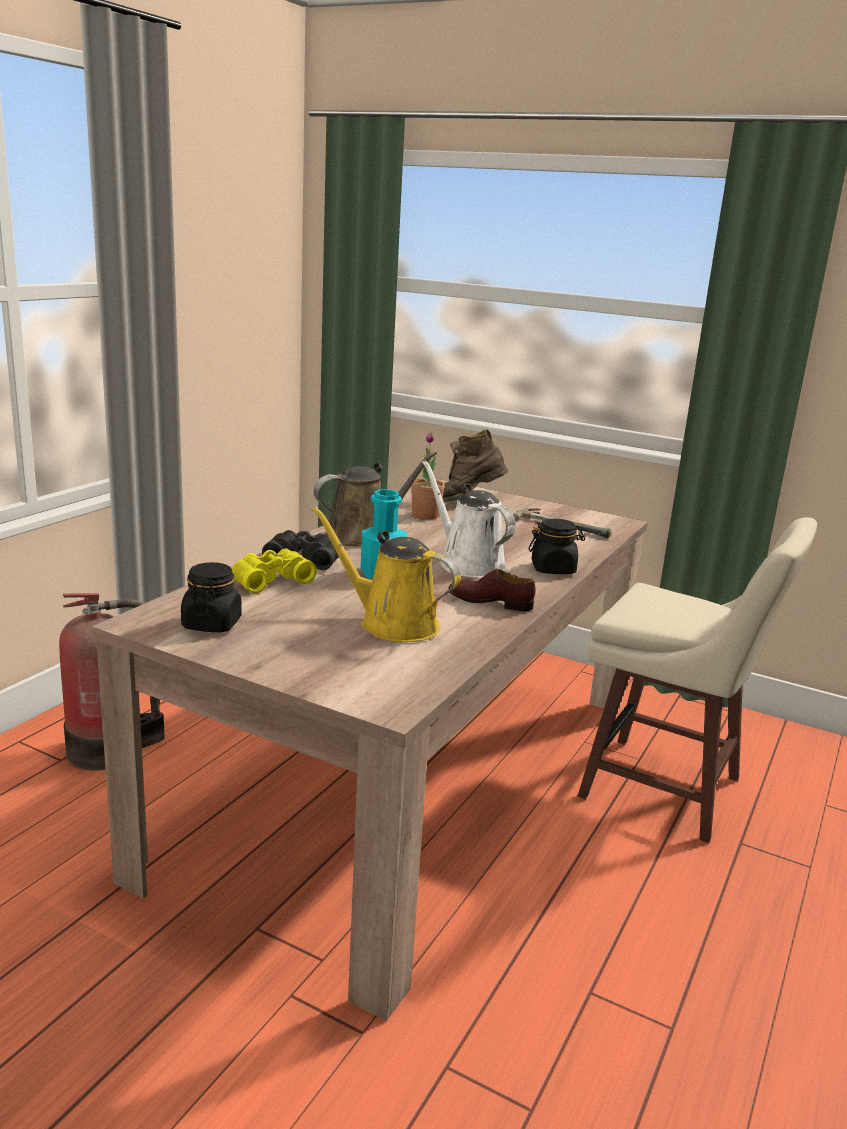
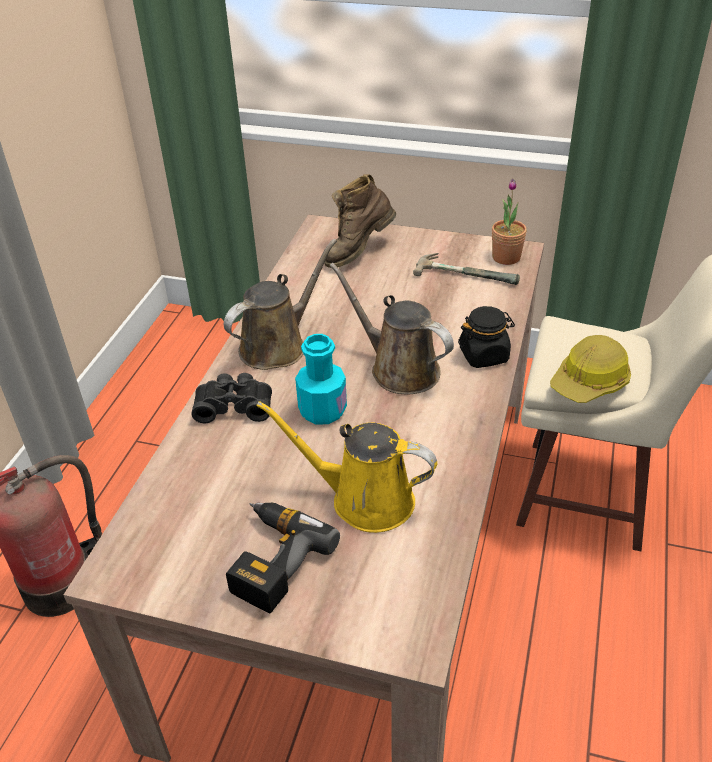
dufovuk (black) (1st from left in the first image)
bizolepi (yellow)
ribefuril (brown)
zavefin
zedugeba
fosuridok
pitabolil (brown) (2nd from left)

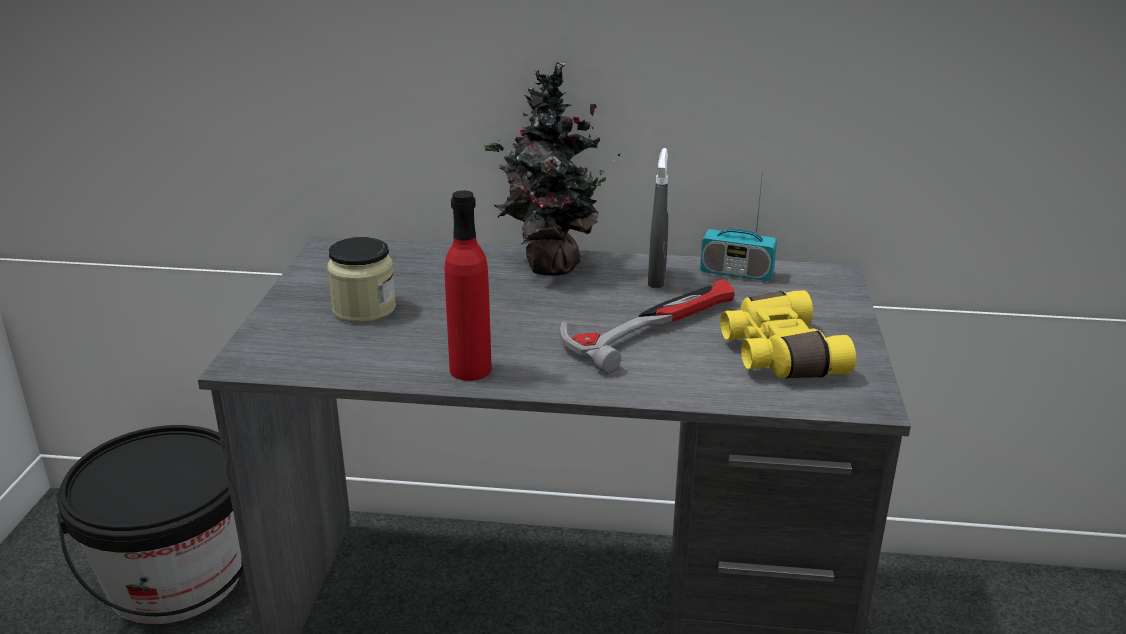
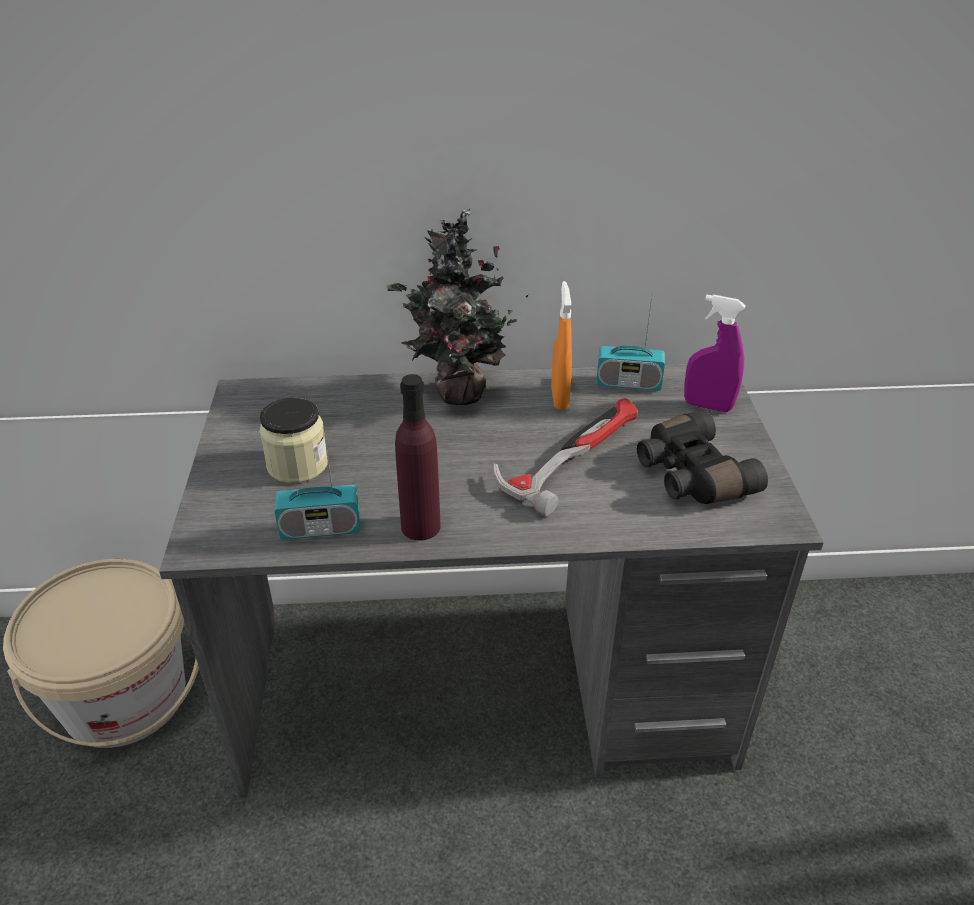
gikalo (1st from left)
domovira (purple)
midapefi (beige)
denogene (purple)
domovira (orange)
bizolepi (black)

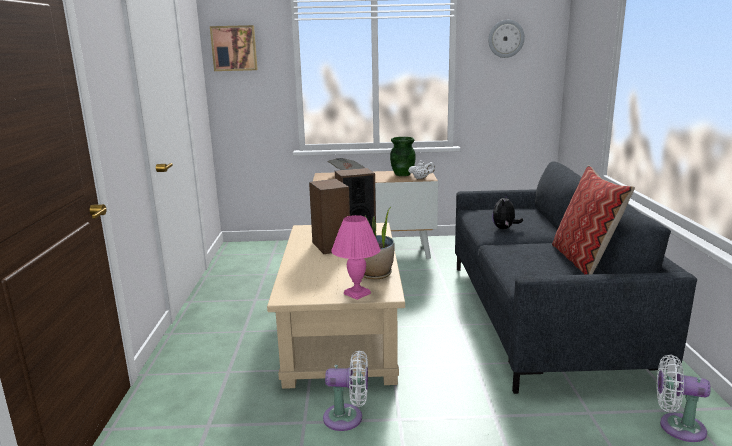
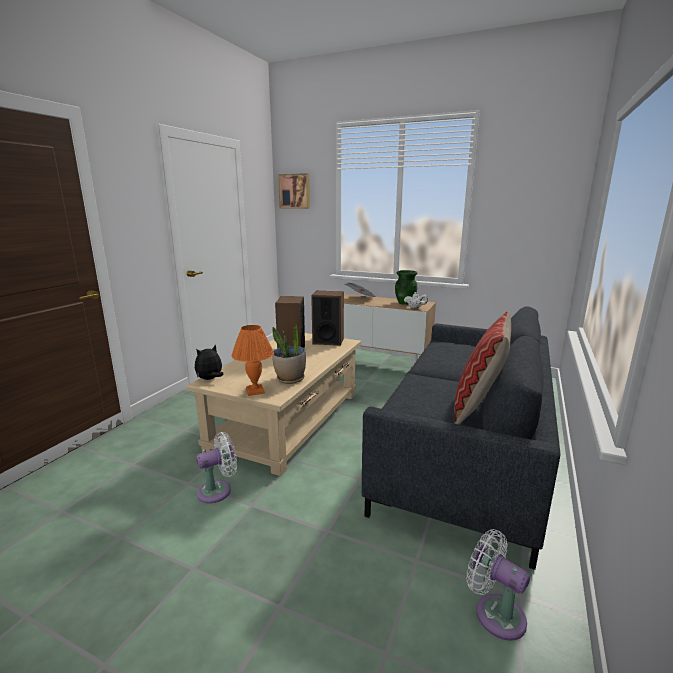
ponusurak
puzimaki
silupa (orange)
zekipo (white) (1st from left)

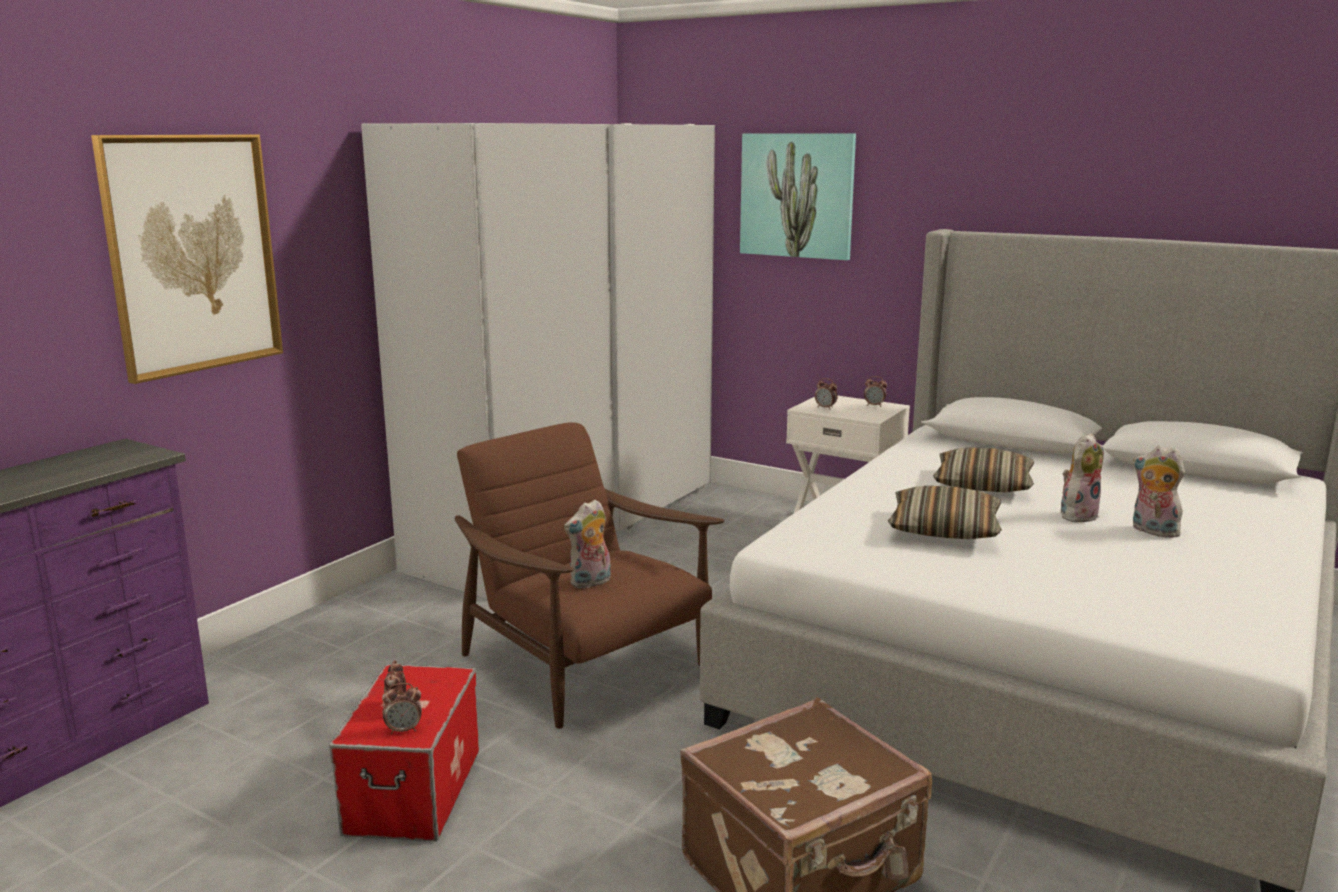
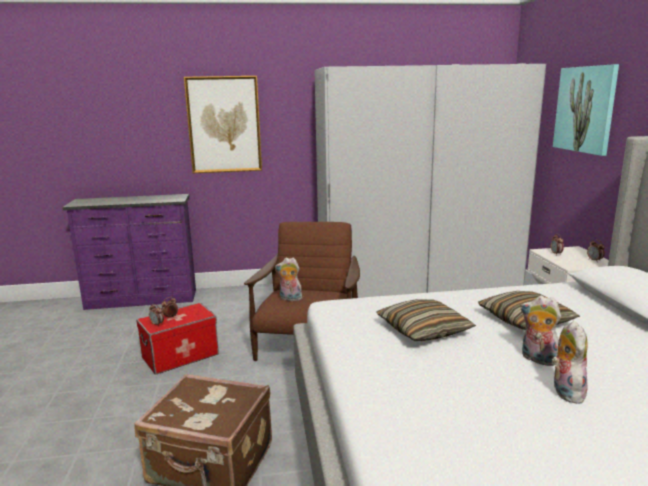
puzimaki (2nd from left)

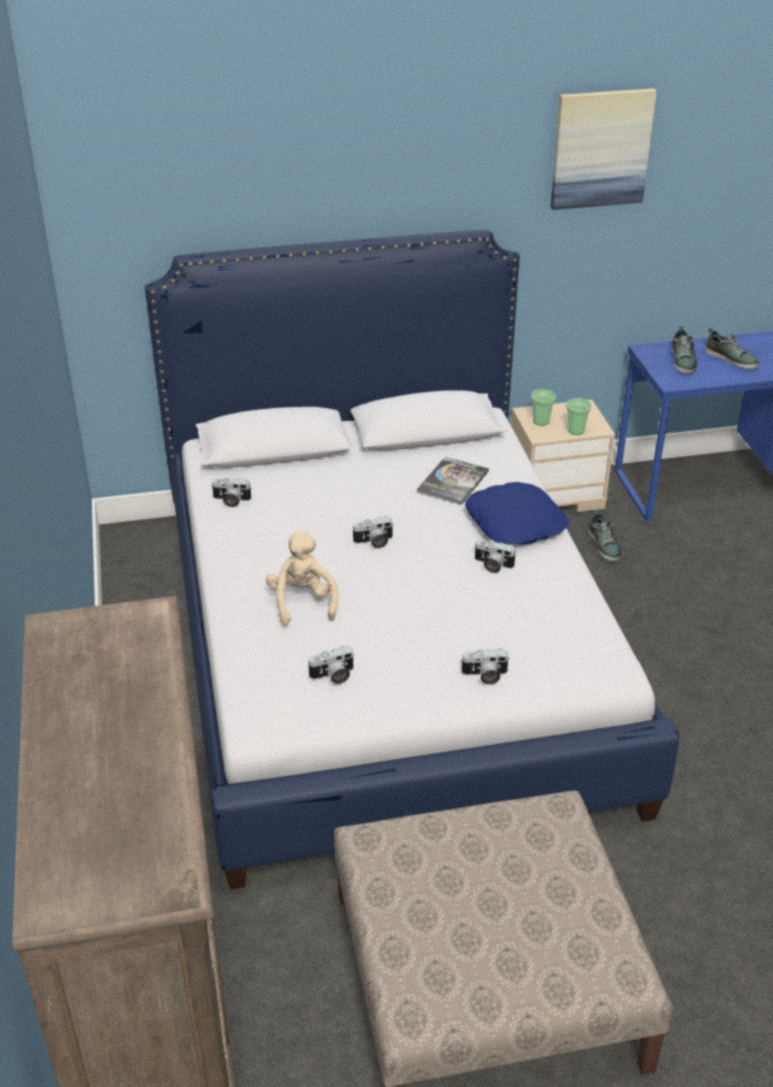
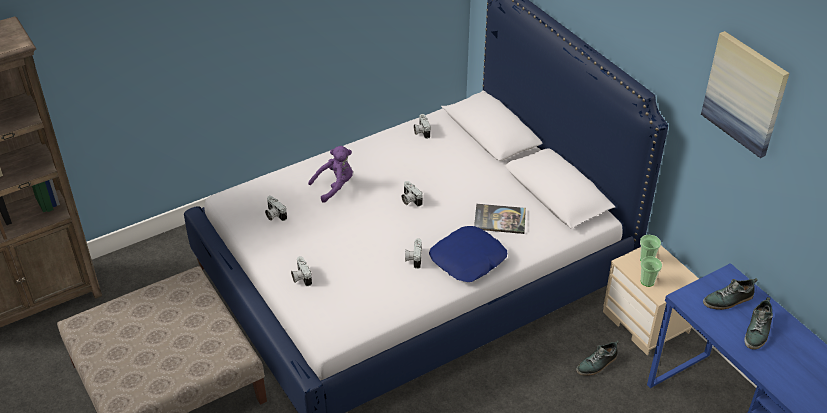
puzimaki (purple)

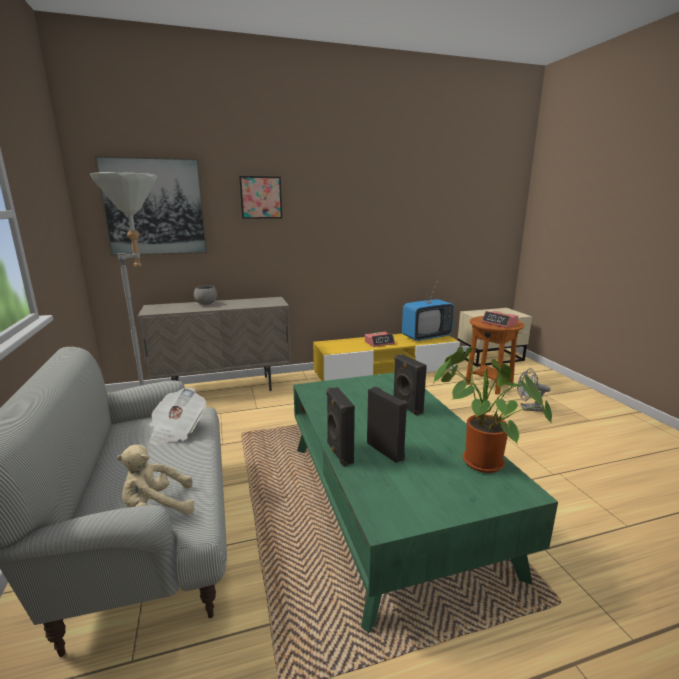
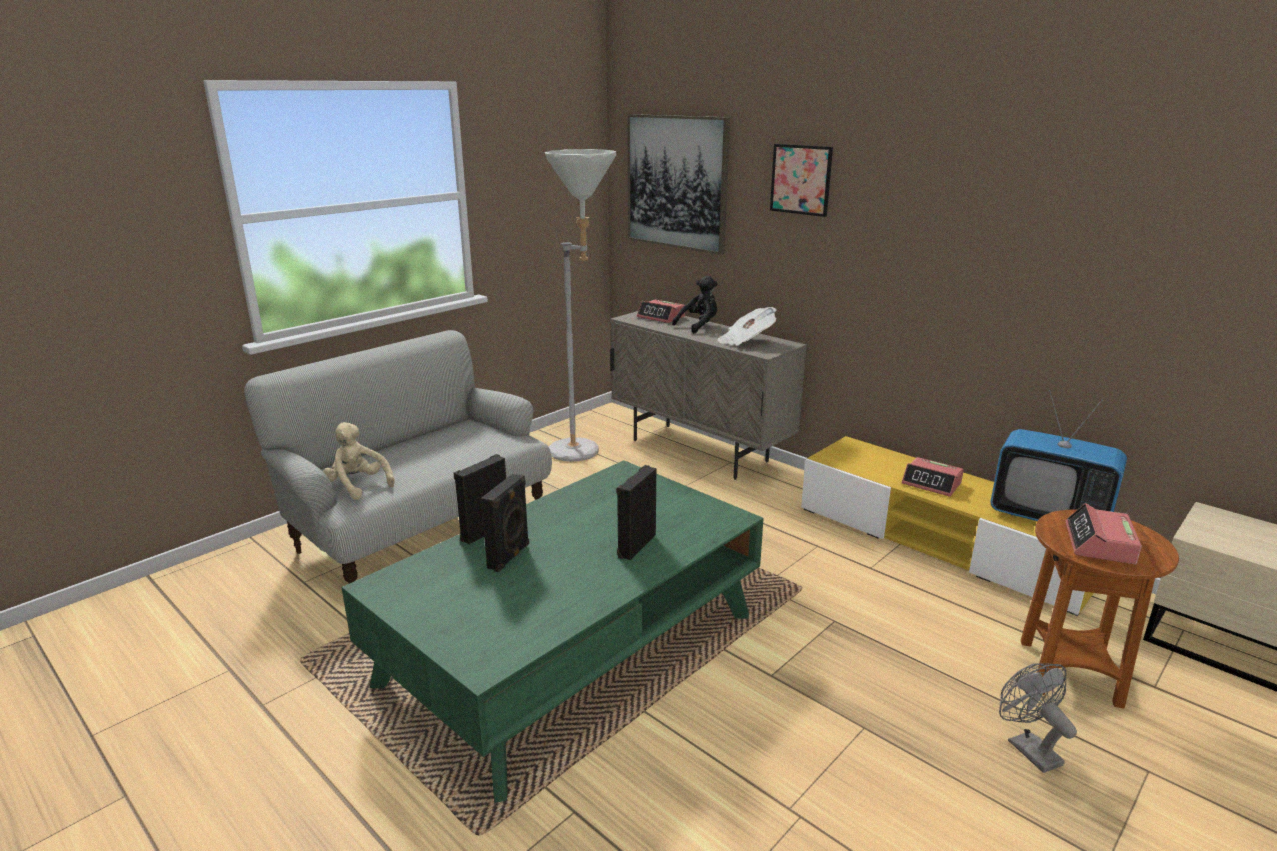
fosuridok
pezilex (1st from left)
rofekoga
puzimaki (black)

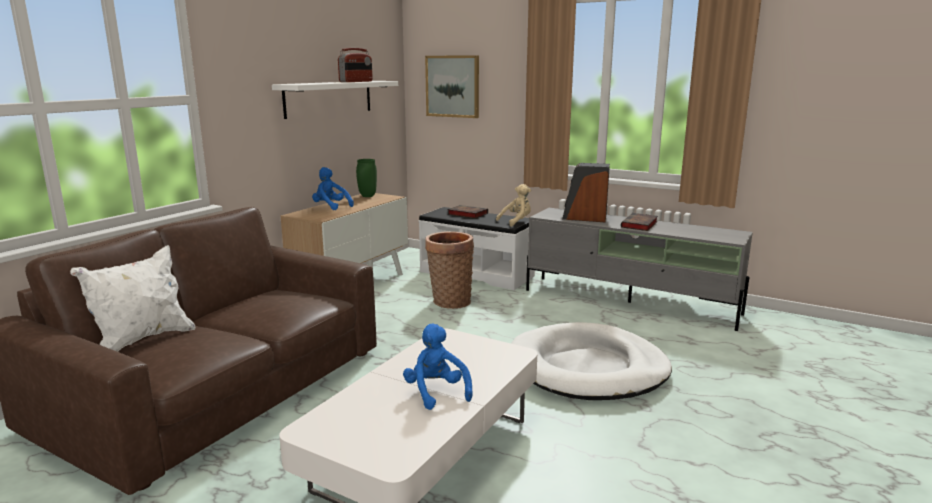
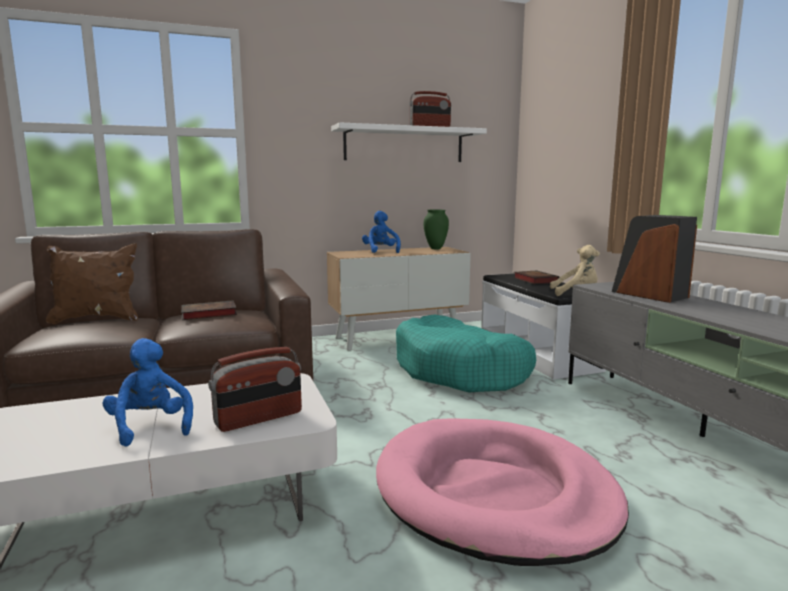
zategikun
gikalo (1st from left)
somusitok (1st from left)
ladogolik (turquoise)
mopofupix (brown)
ladogolik (pink)
puzimaki (blue) (1st from left)

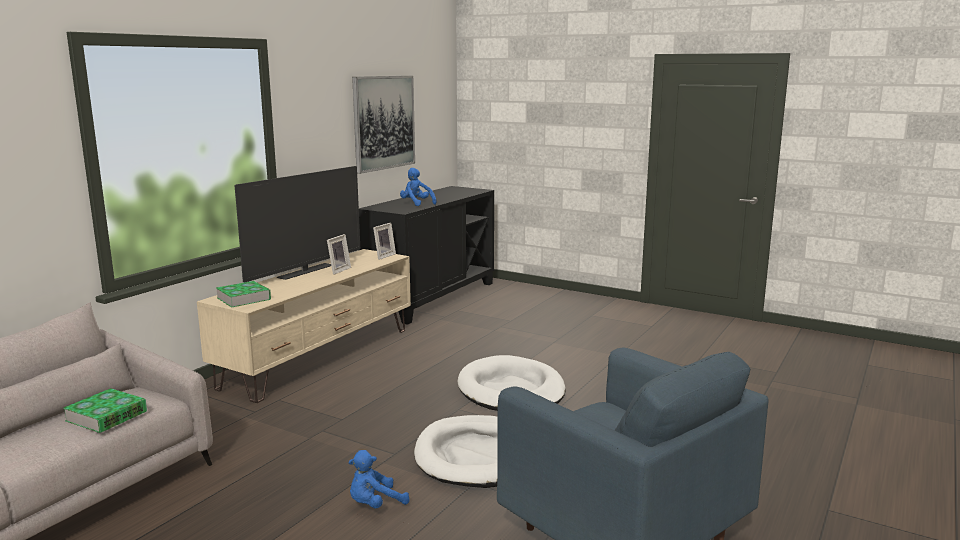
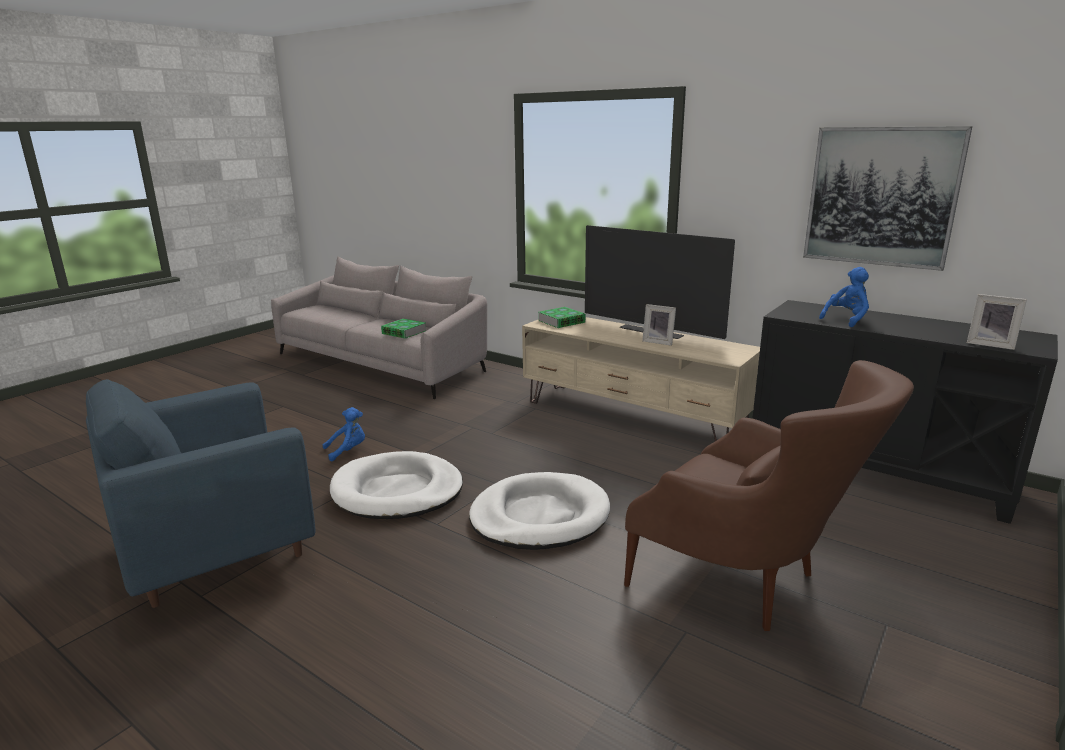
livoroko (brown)
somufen (2nd from left)
puzimaki (blue) (1st from left)

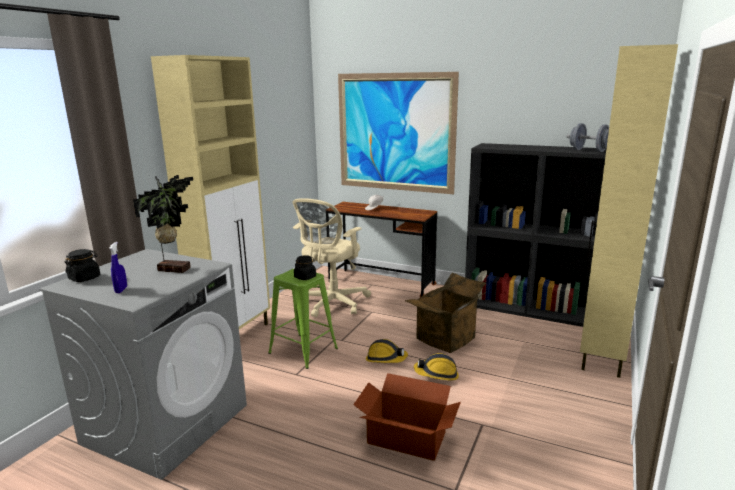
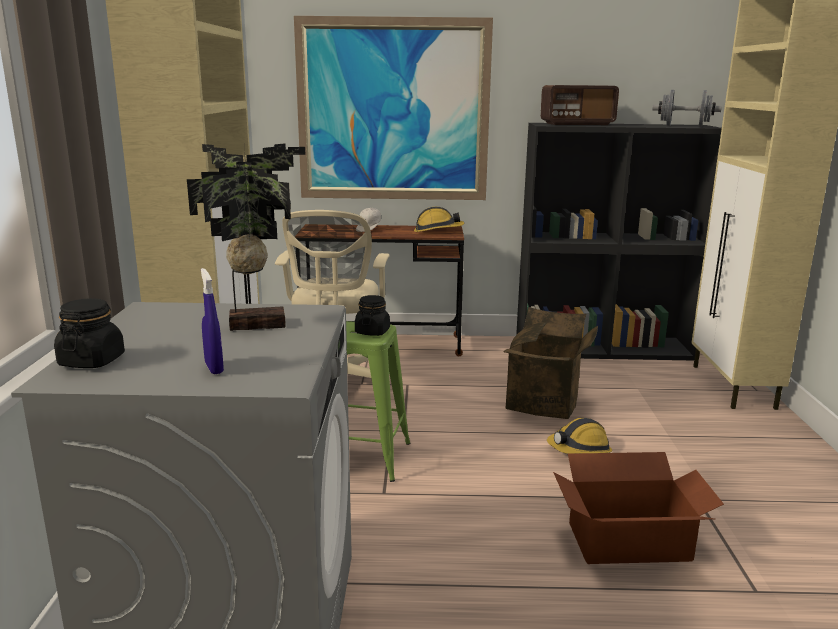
gikalo
zedugeba (1st from left)

